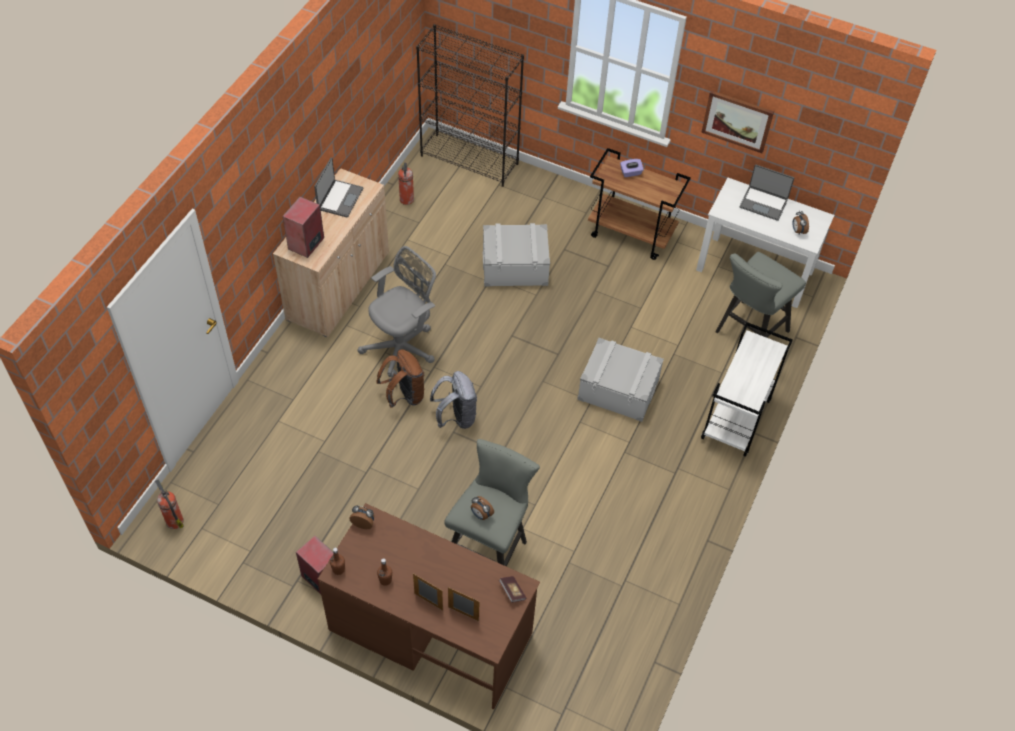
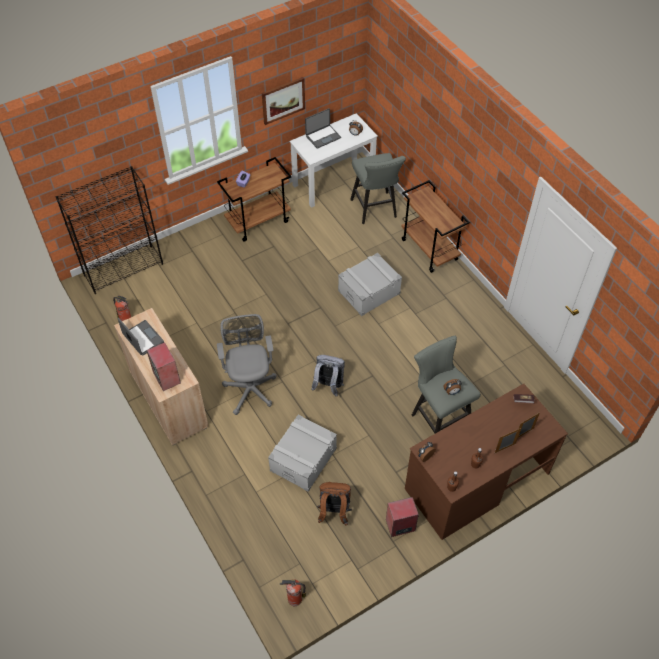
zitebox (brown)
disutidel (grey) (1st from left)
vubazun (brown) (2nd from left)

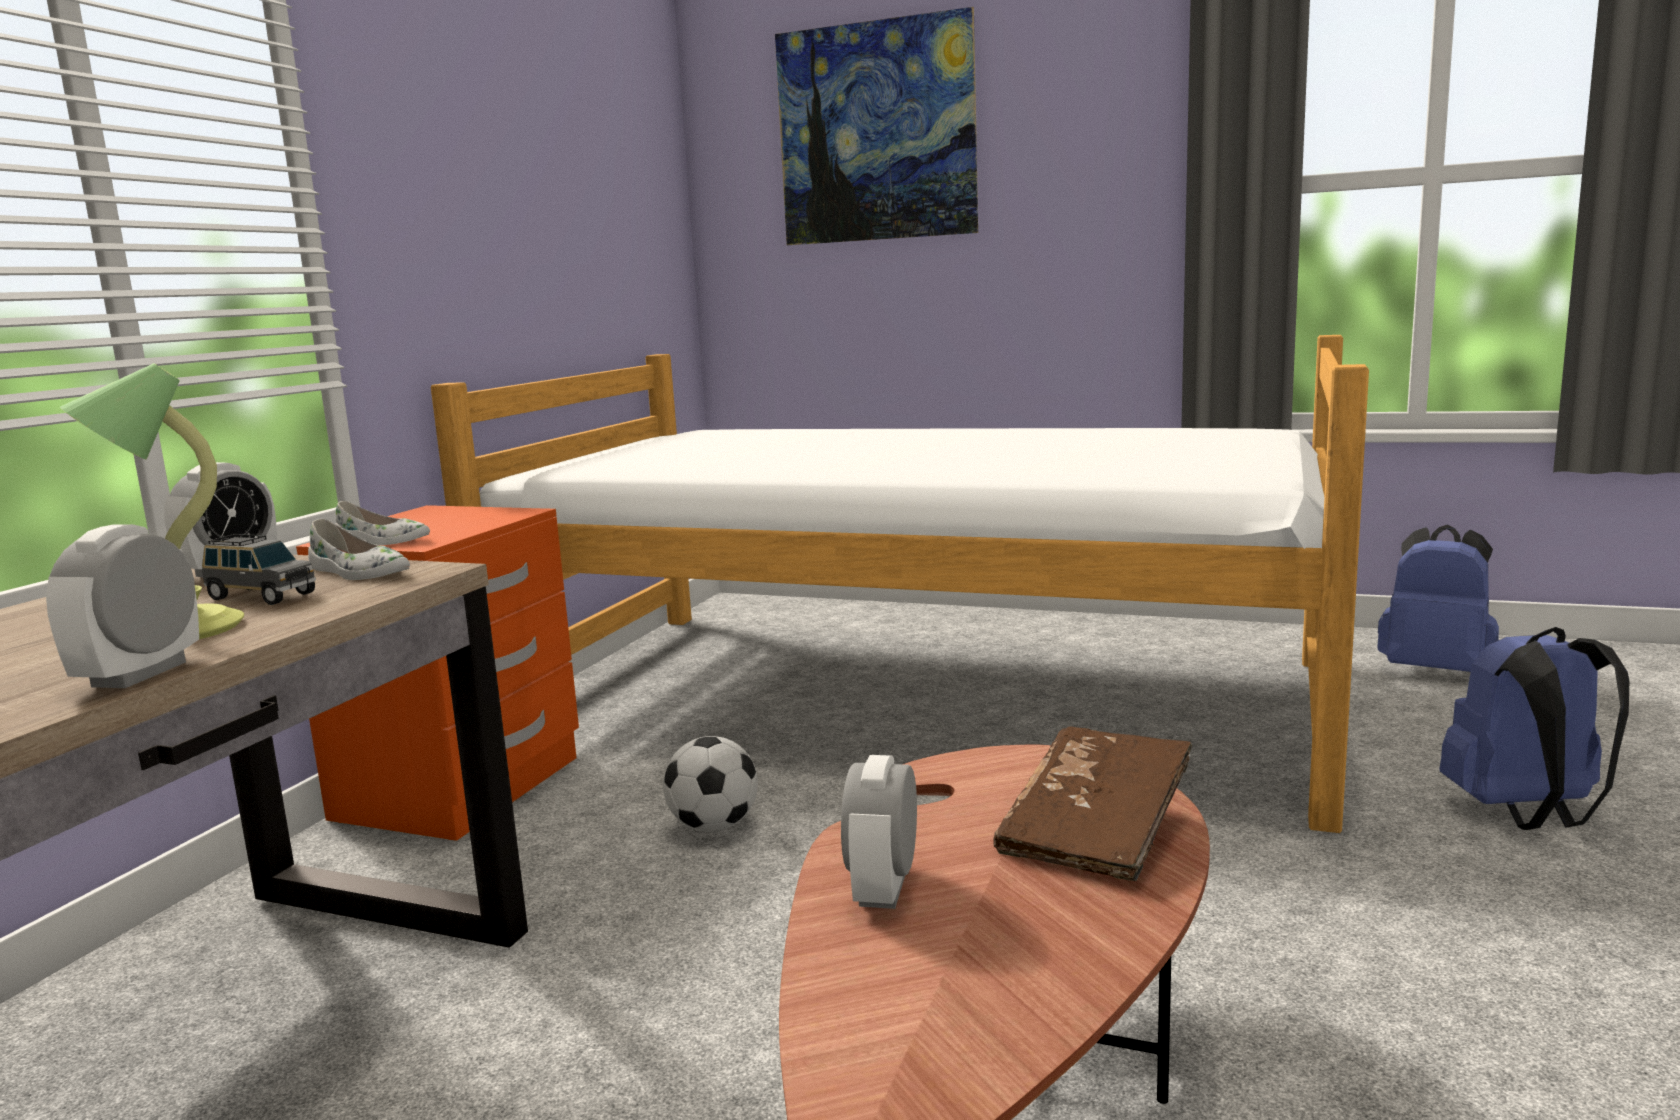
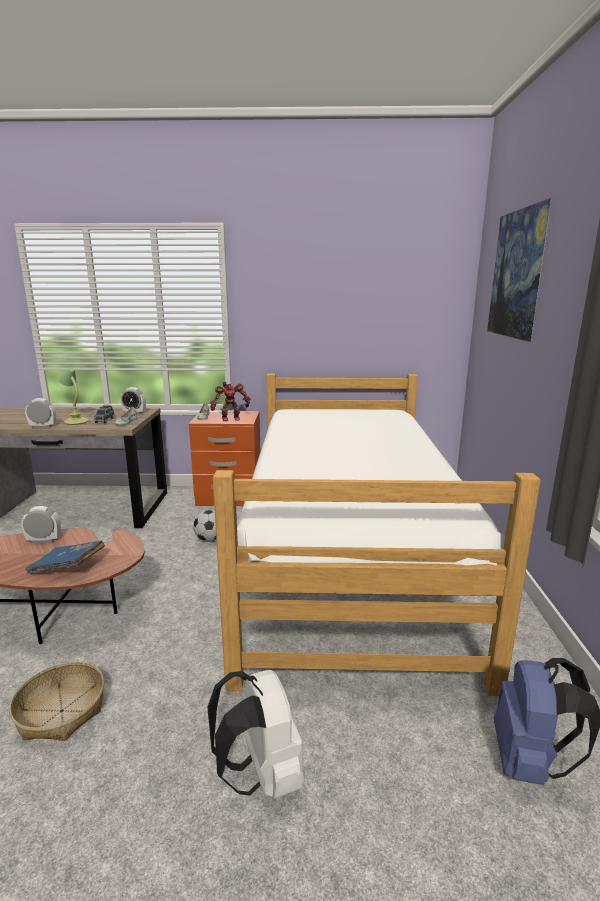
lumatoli
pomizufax
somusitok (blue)
zitebox (white)

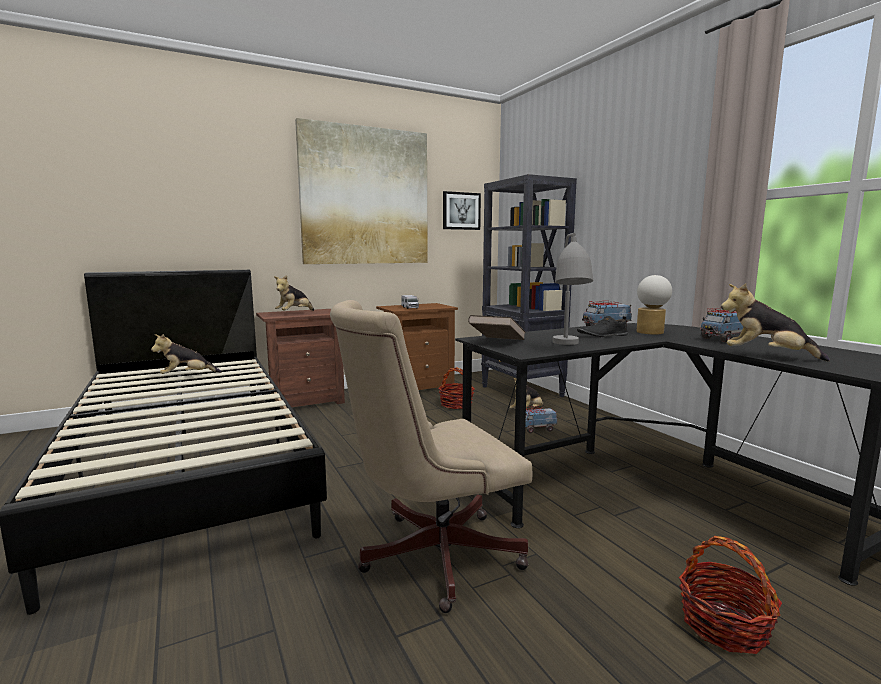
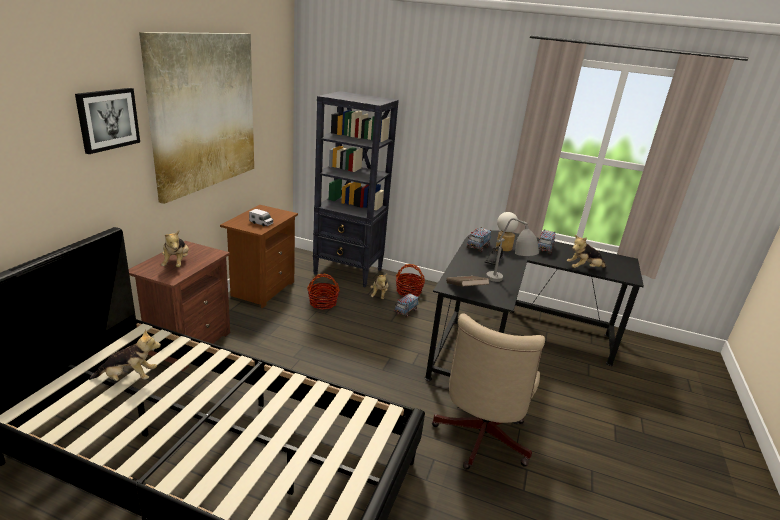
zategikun (1st from left)
lumatoli (2nd from left)
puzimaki (1st from left)

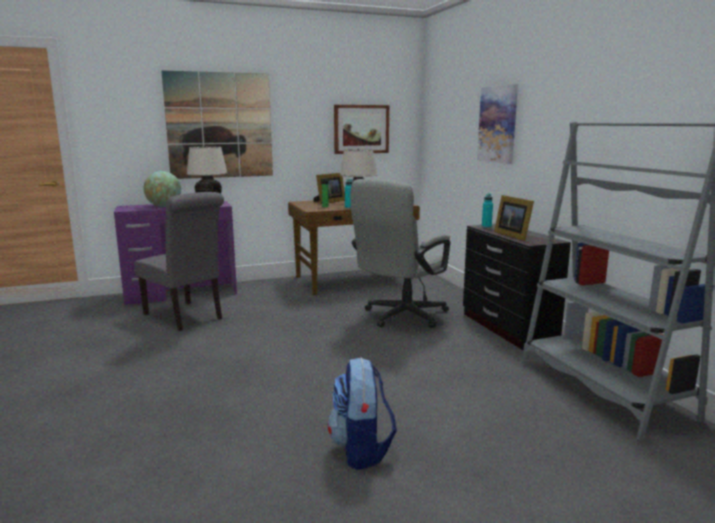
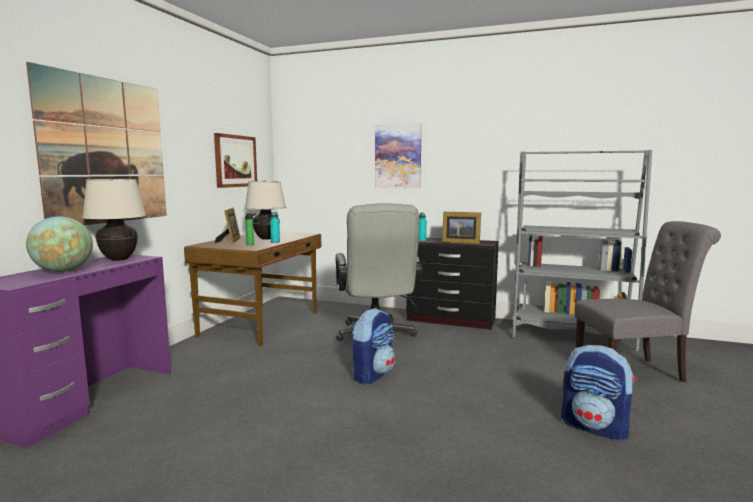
zitebox (1st from left)
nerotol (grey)

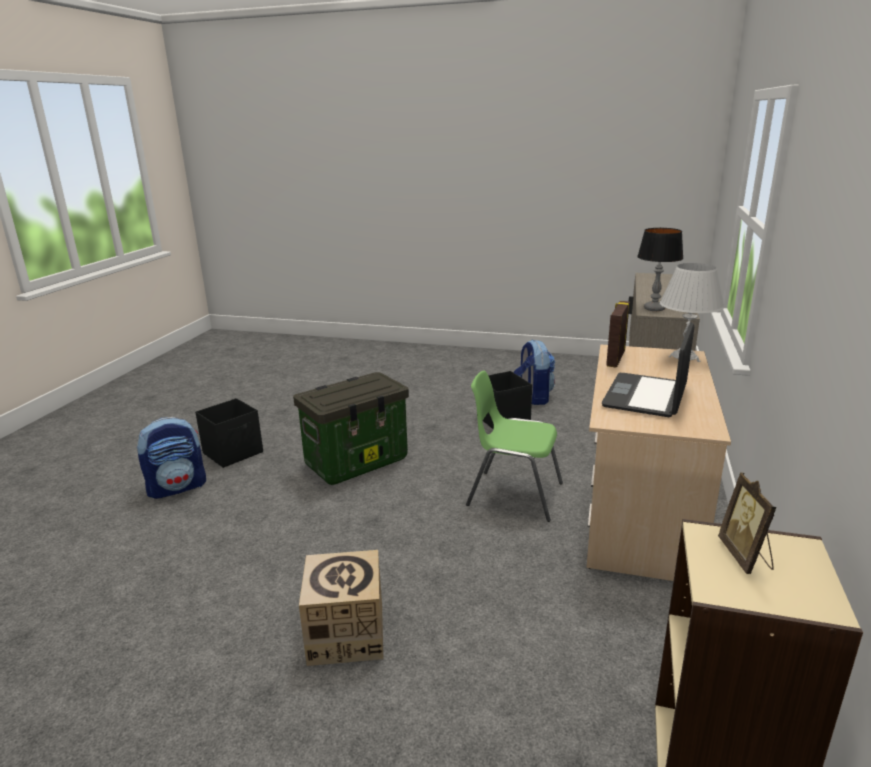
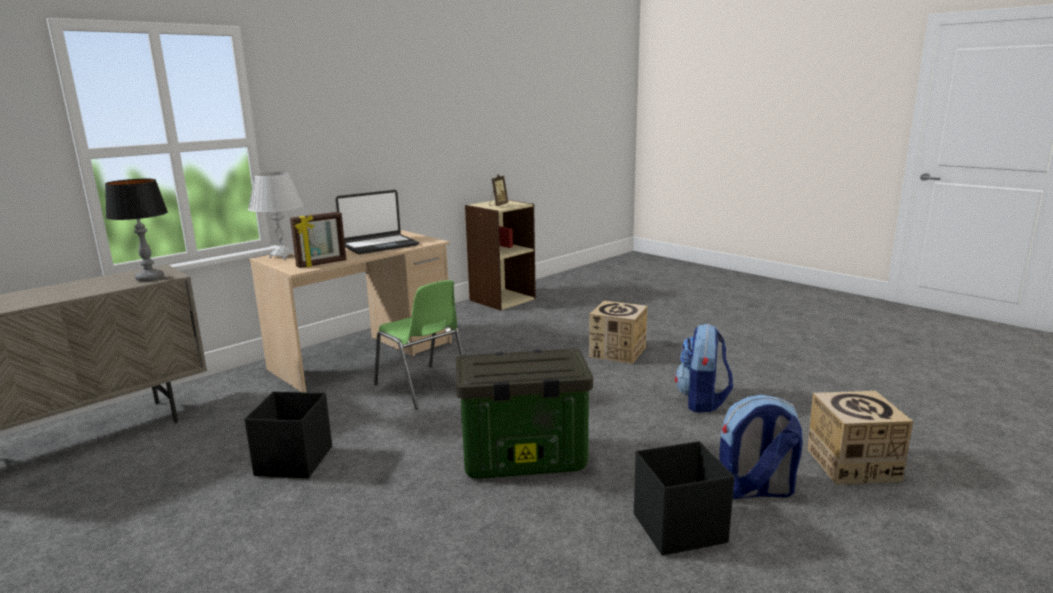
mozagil (2nd from left)
zitebox (1st from left)

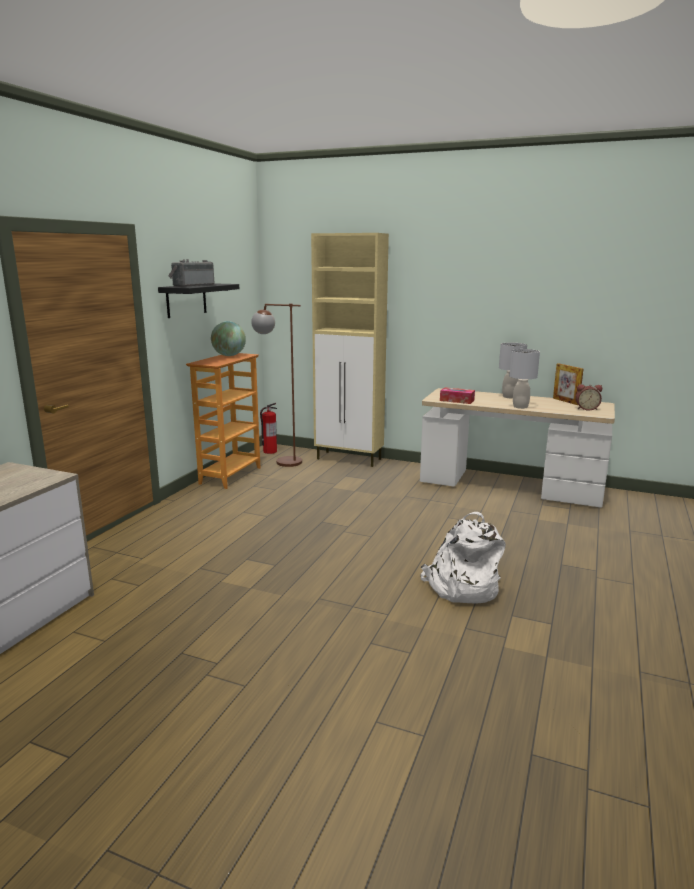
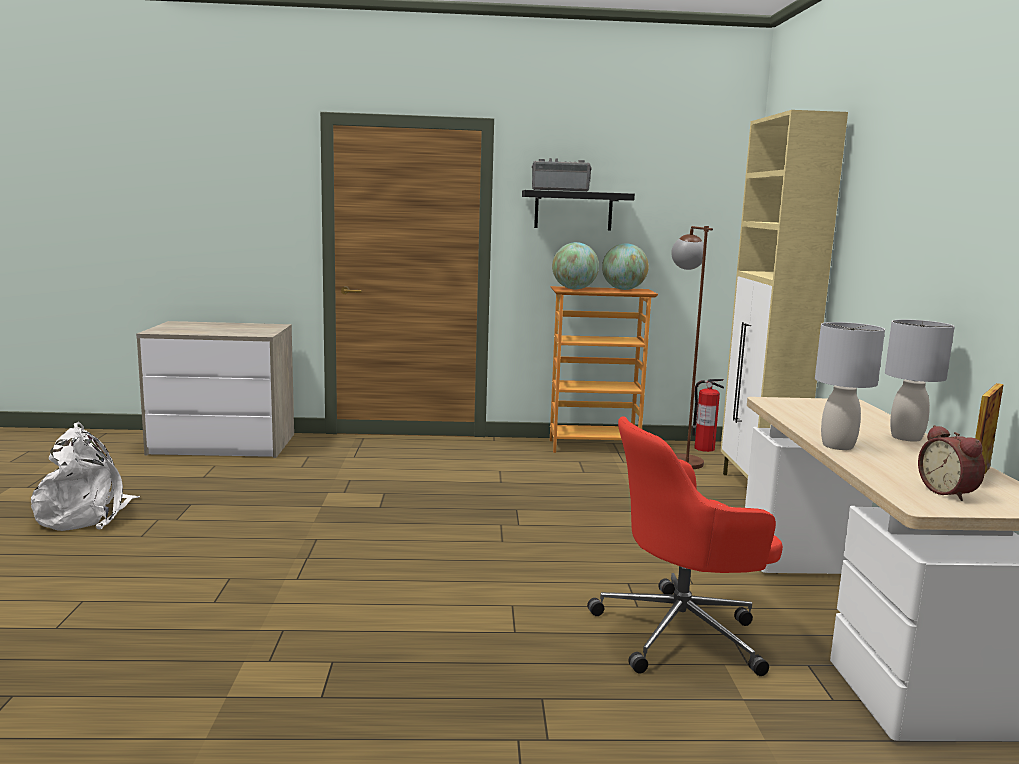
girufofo
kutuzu (1st from left)
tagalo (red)
zitebox (white)

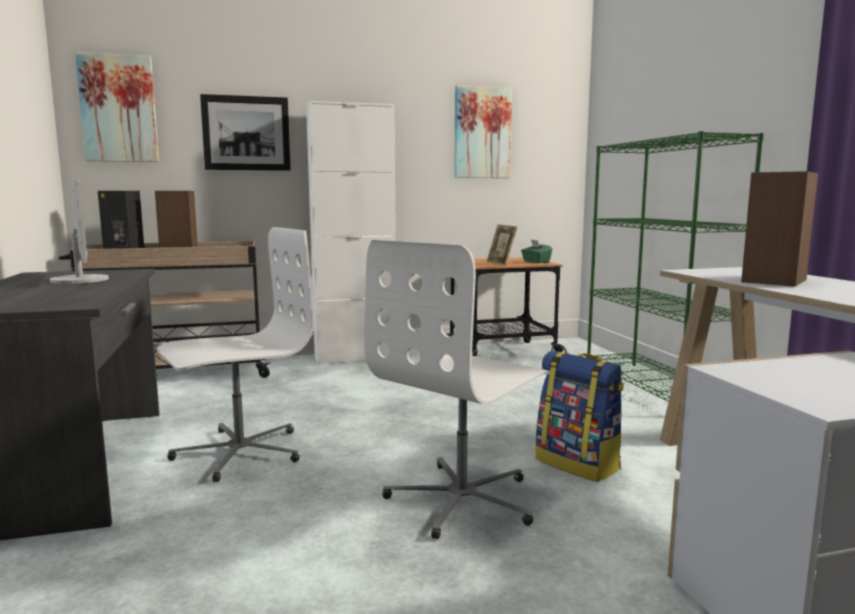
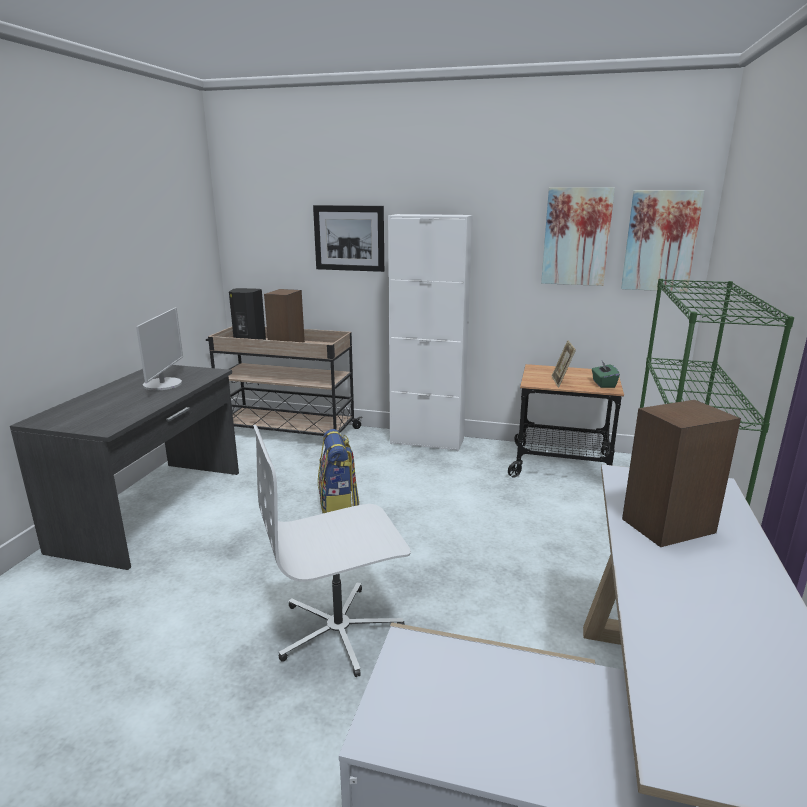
tagalo (white) (1st from left in the first image)
zategikun (3rd from left)
zitebox

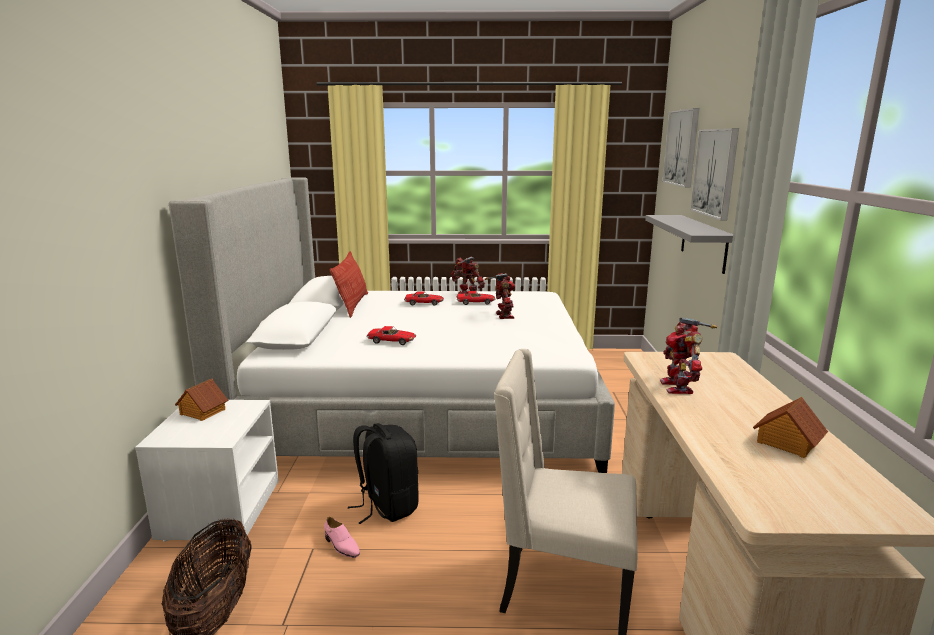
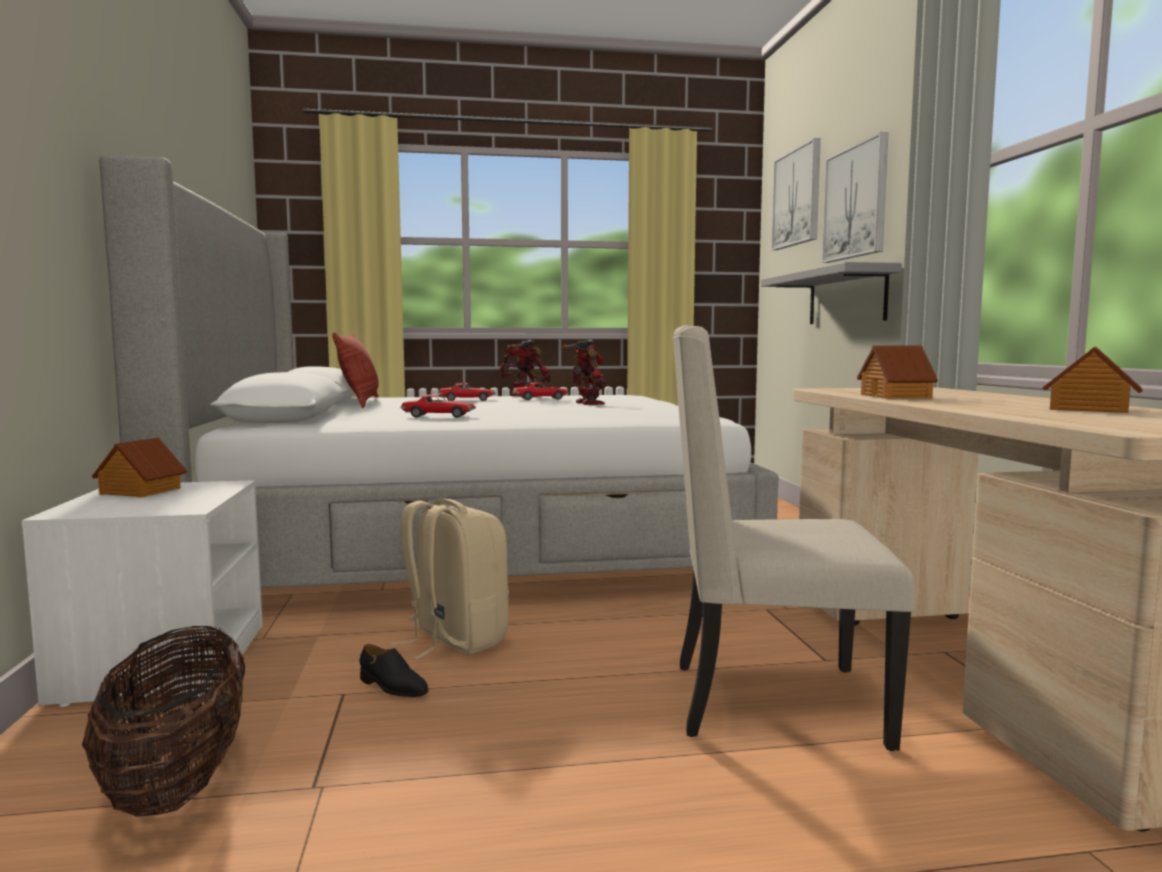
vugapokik (2nd from left)
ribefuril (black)
zitebox (beige)

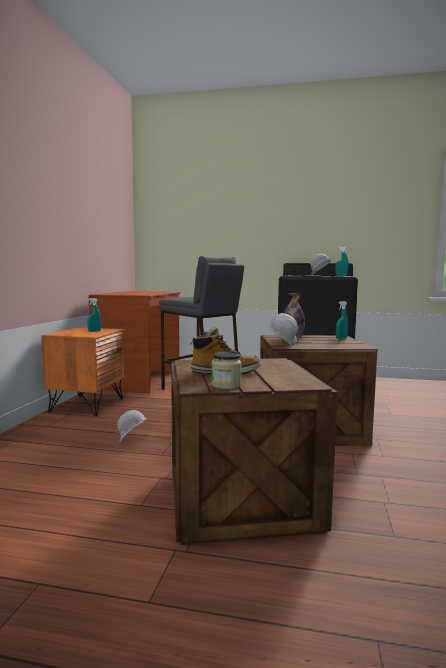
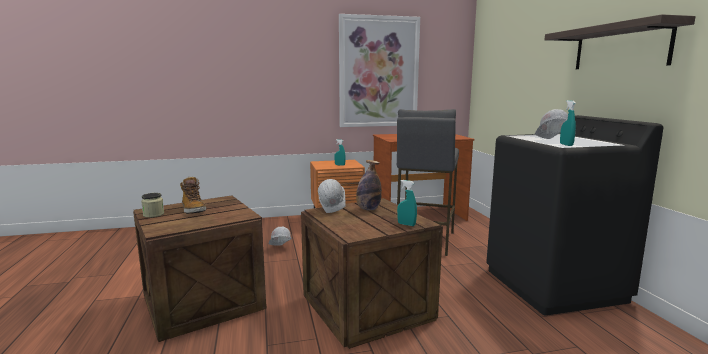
zategikun
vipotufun

